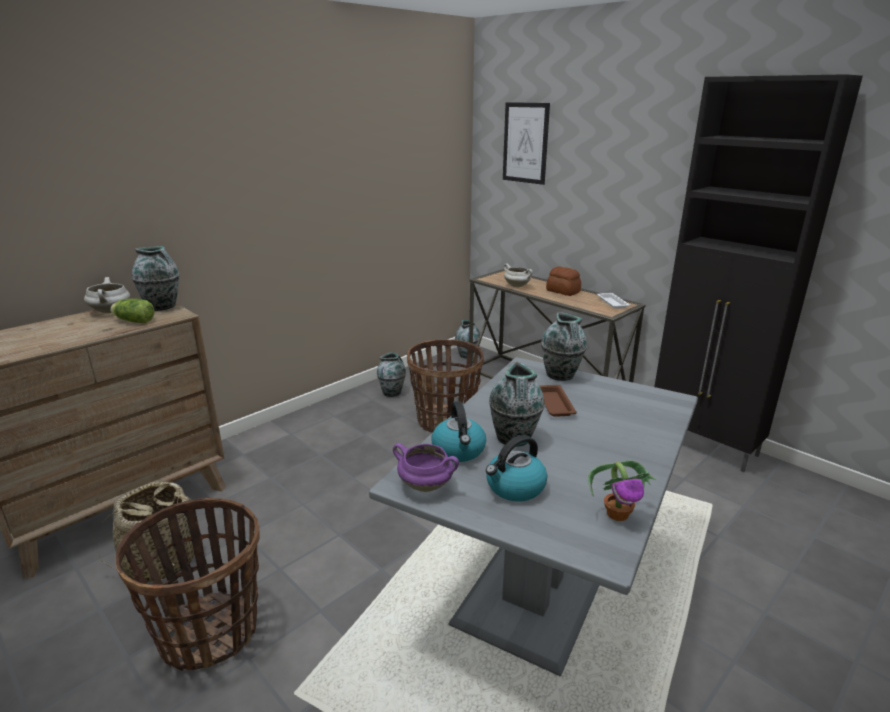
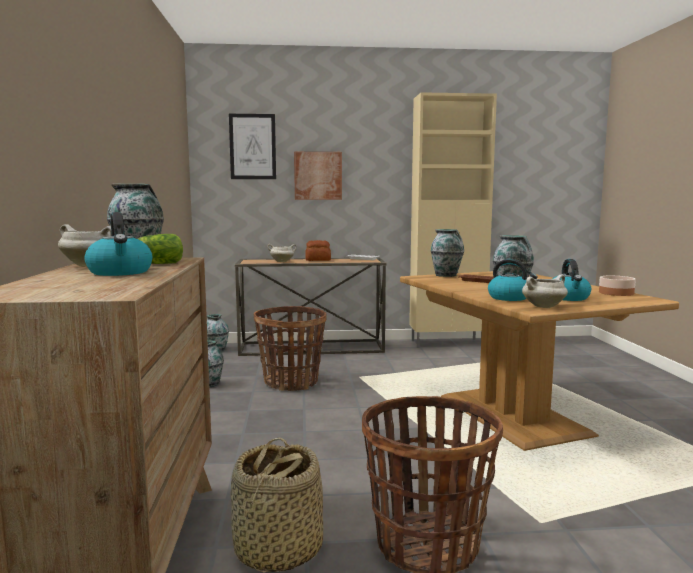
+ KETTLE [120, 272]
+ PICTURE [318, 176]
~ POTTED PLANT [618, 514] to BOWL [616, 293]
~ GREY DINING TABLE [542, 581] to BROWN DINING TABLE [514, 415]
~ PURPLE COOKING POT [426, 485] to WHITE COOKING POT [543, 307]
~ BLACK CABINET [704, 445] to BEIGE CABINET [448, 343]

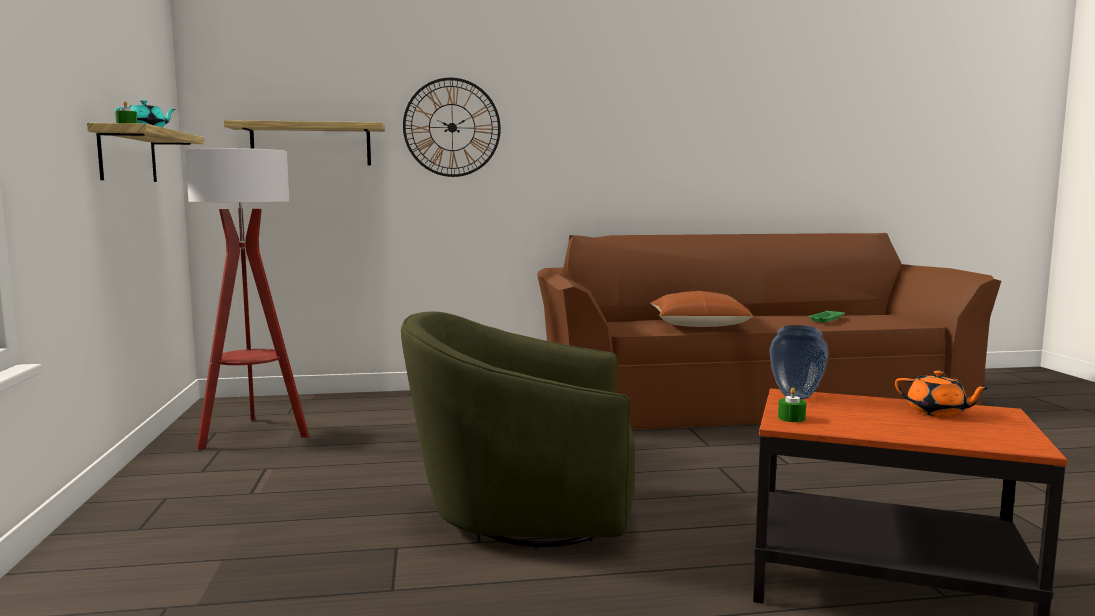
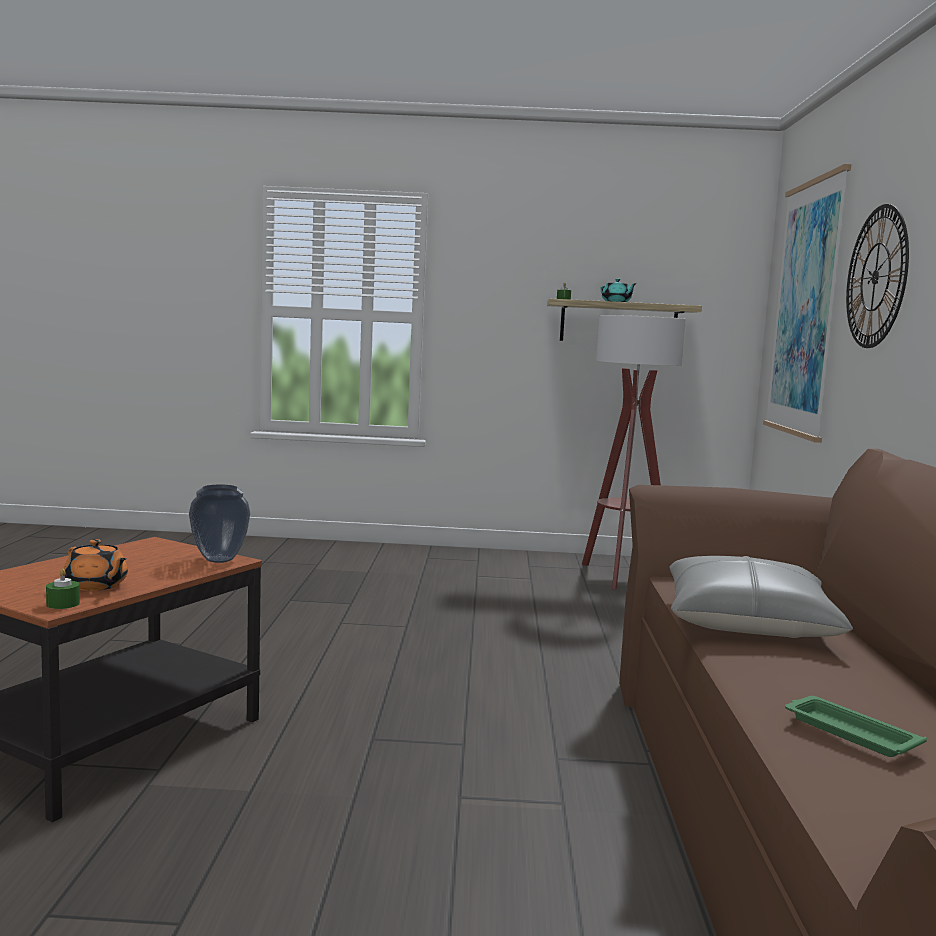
- GREEN ARMCHAIR [524, 515]
~ GREEN CANDLE [791, 418] to [63, 604]
~ SHELF [311, 144] to PICTURE [805, 309]
~ BROWN PILLOW [698, 324] to GREY PILLOW [748, 622]
~ ORANGE TEAPOT [937, 412] = [96, 586] 105 degrees counterclockwise

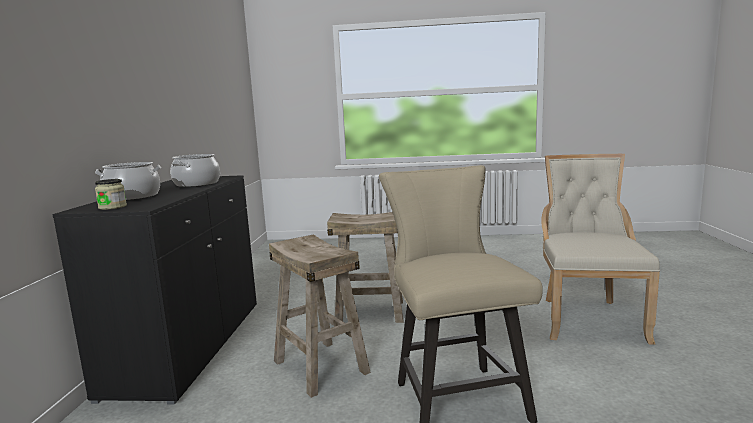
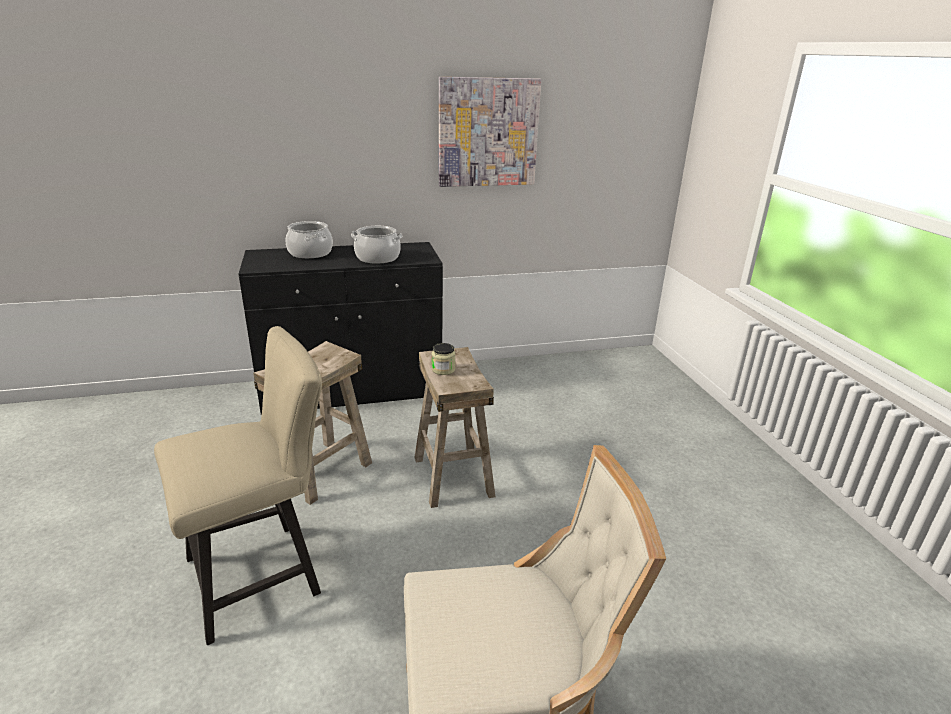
+ PICTURE [488, 133]
~ JAR [112, 207] to [443, 369]

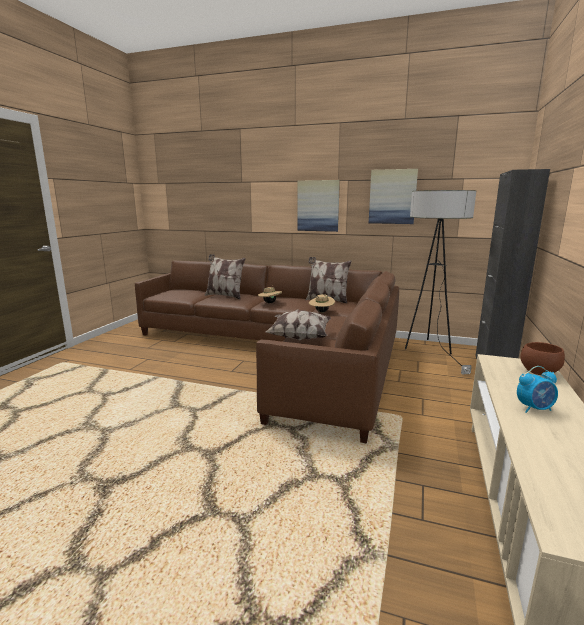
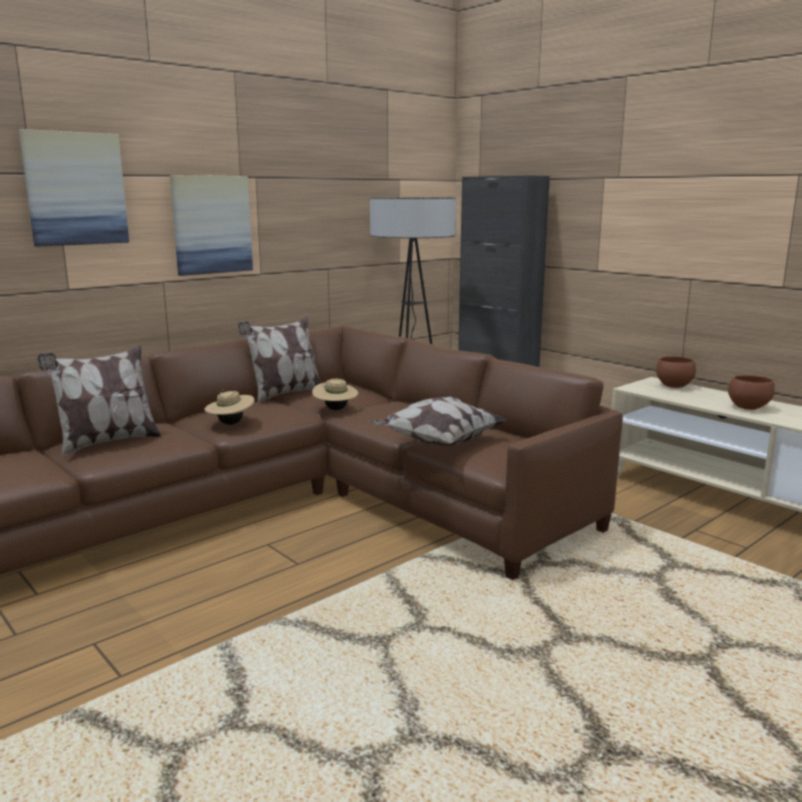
~ PICTURE [392, 196] to [75, 189]
~ ALARM CLOCK [534, 409] to BROWN BOWL [747, 407]

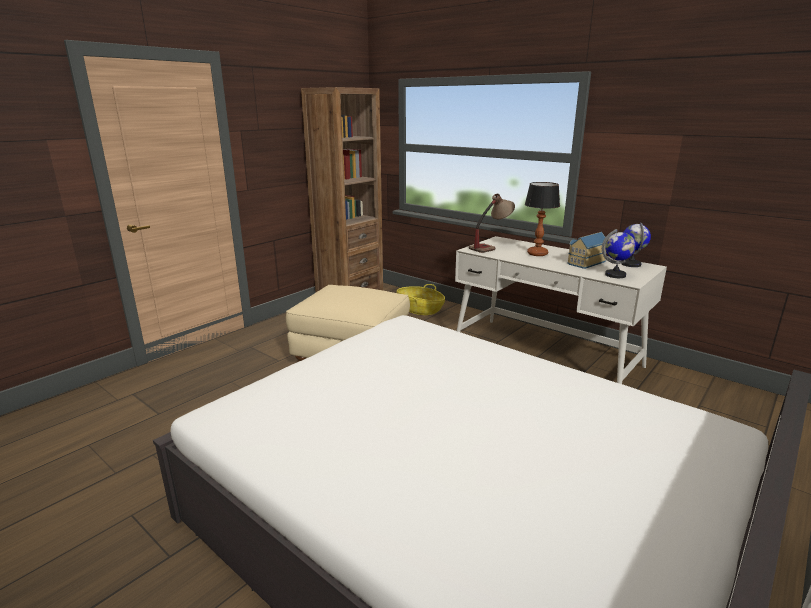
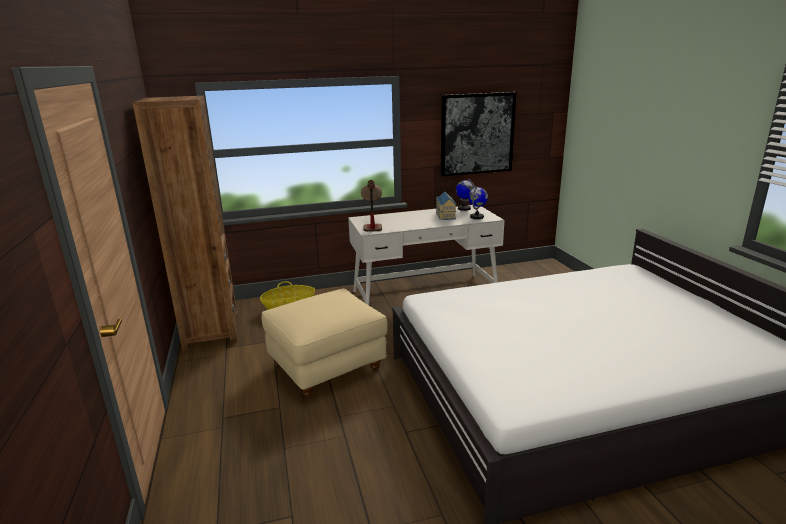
- TABLE LAMP [537, 253]
+ PICTURE [477, 134]

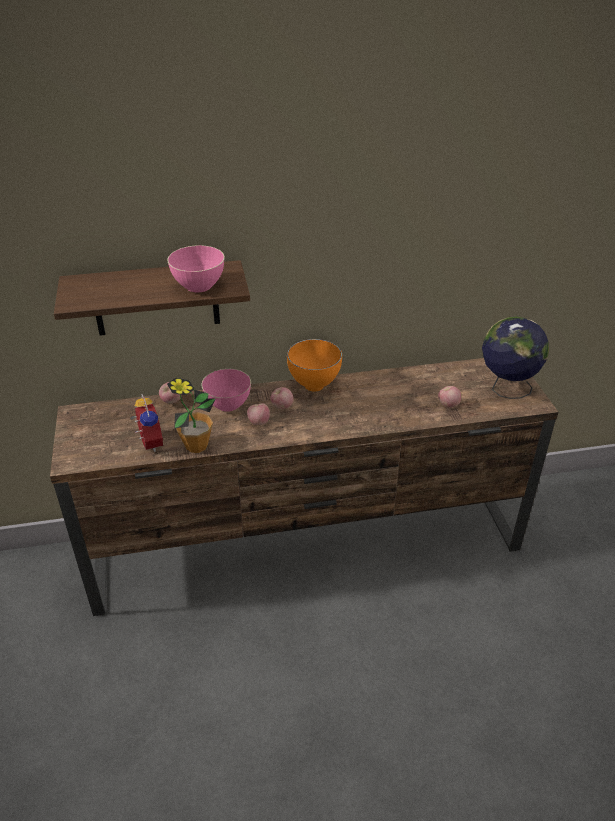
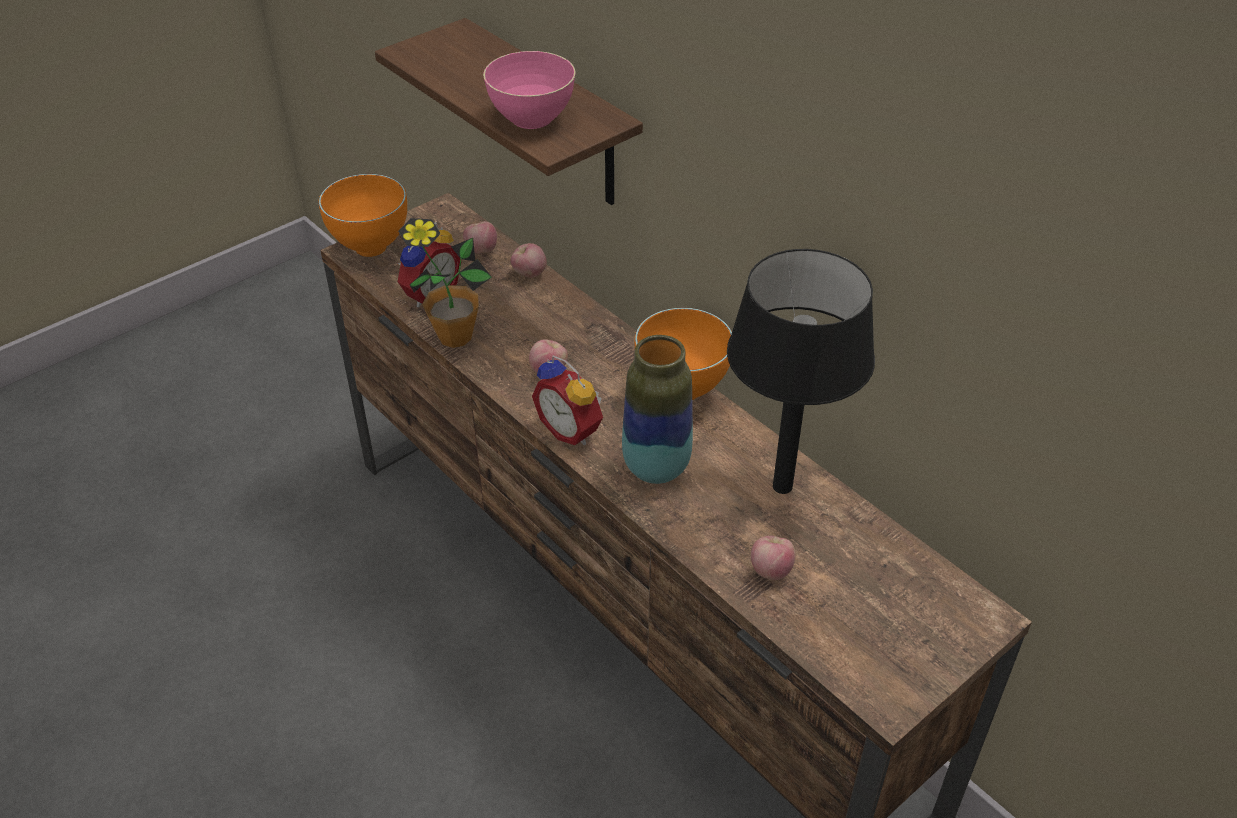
- PINK BOWL [228, 404]
- GLOBE [506, 389]
+ ORANGE BOWL [372, 250]
+ ALARM CLOCK [572, 430]
+ VASE [656, 468]
+ BLACK TABLE LAMP [782, 487]
~ APPLE [282, 407] to [481, 250]

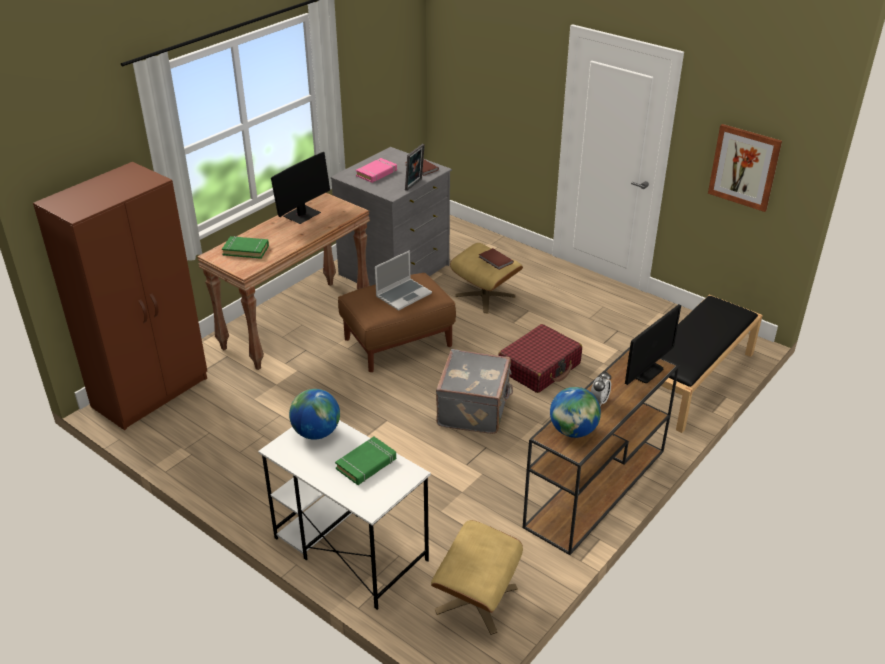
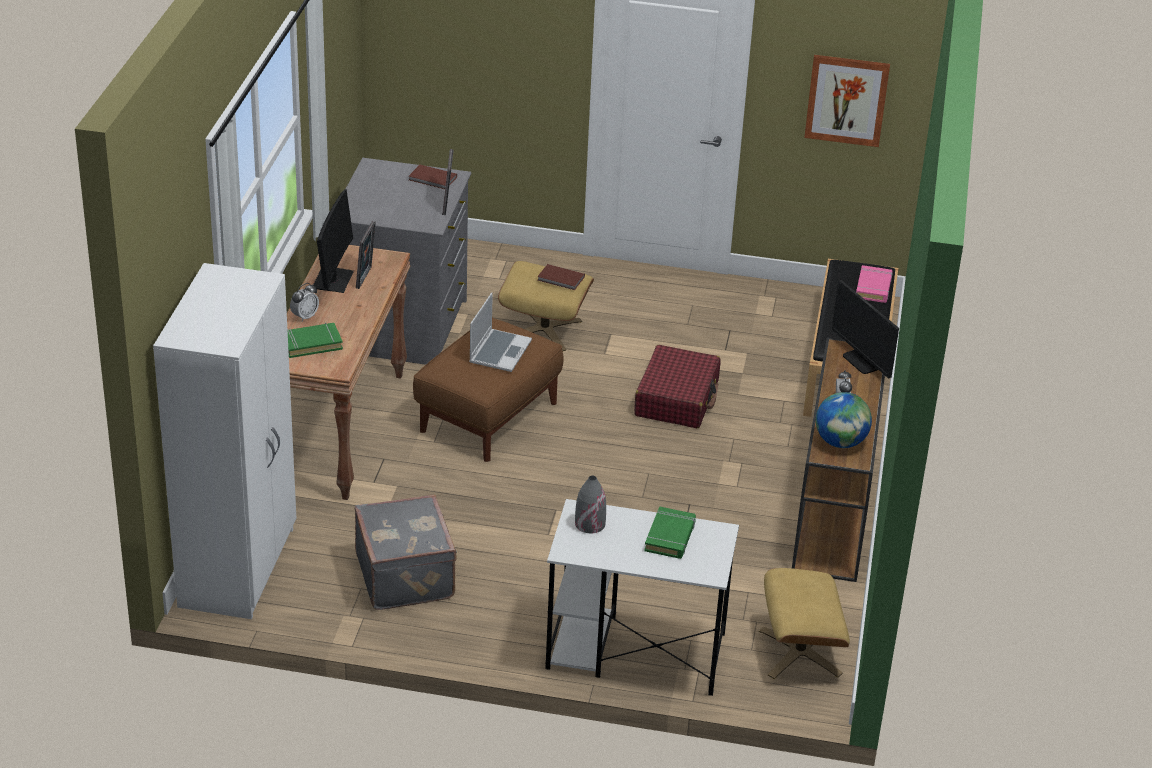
+ ALARM CLOCK [305, 316]
+ PICTURE FRAME [366, 278]
~ PINK BOOK [377, 173] to [873, 288]
~ GREY SUITCASE [475, 409] to [406, 576]
~ GLOBE [316, 433] to GREY VASE [589, 523]
~ BROWN WARDROBE [152, 392] to WHITE WARDROBE [239, 566]
~ MONITOR [646, 371] = [862, 361] 135 degrees clockwise

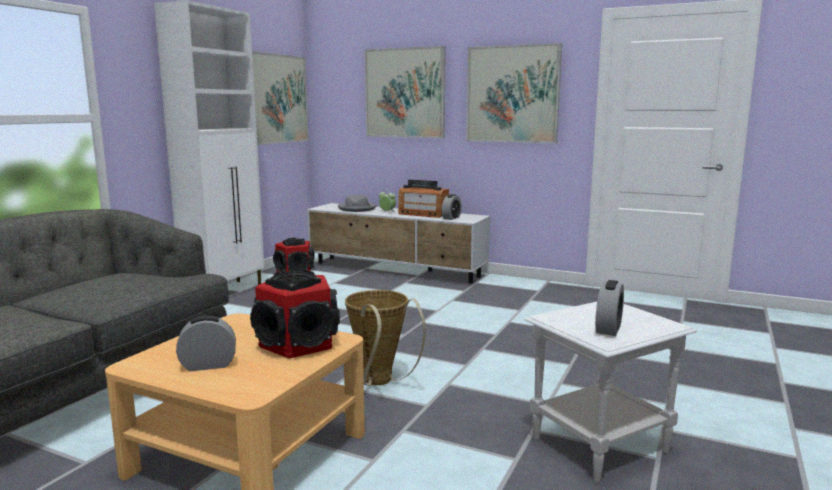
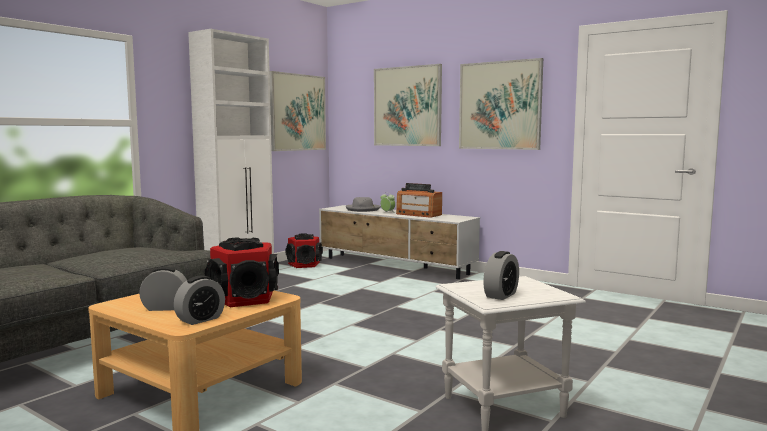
- BASKET [380, 383]
~ ALARM CLOCK [451, 218] to [200, 319]

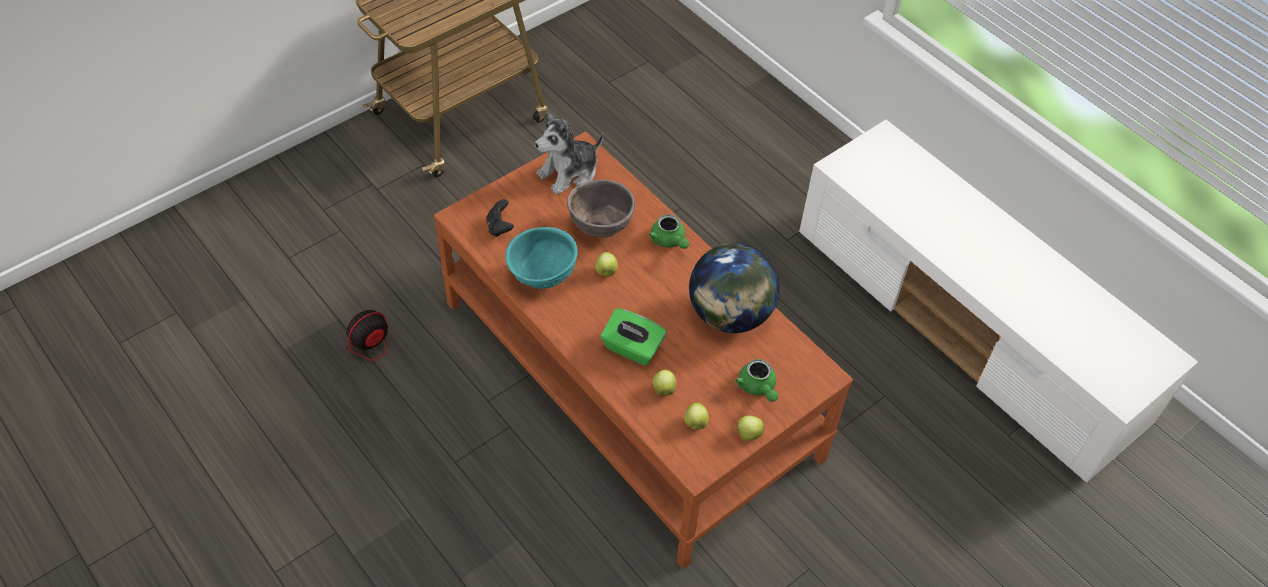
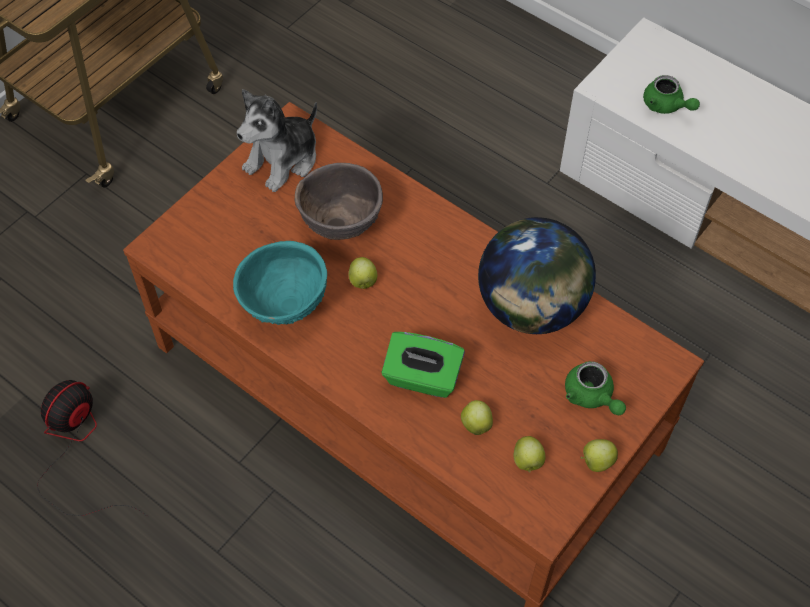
- BLACK GAME CONTROLLER [500, 227]
~ GREEN TEAPOT [669, 241] to [666, 106]

